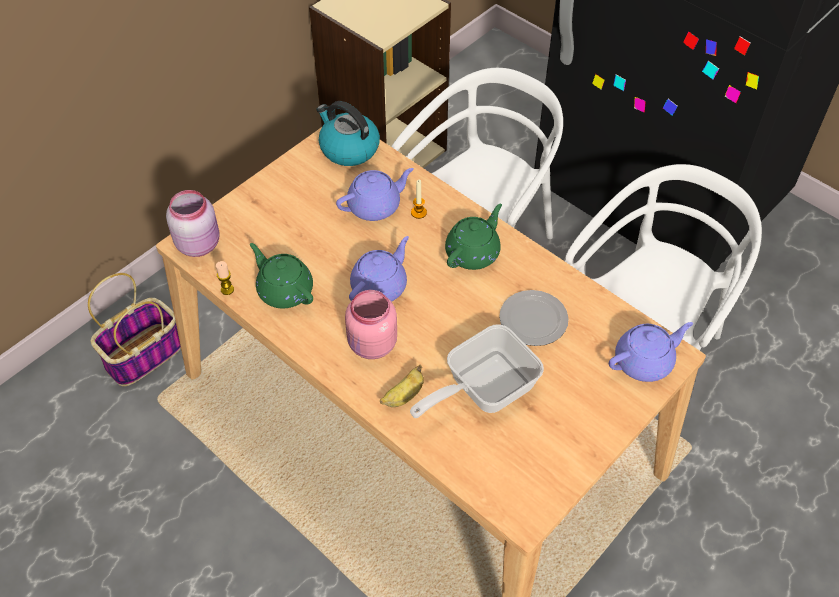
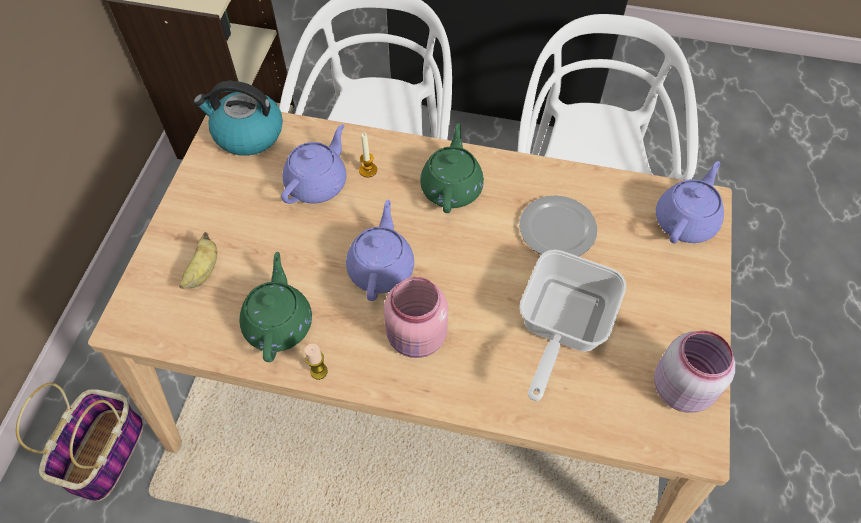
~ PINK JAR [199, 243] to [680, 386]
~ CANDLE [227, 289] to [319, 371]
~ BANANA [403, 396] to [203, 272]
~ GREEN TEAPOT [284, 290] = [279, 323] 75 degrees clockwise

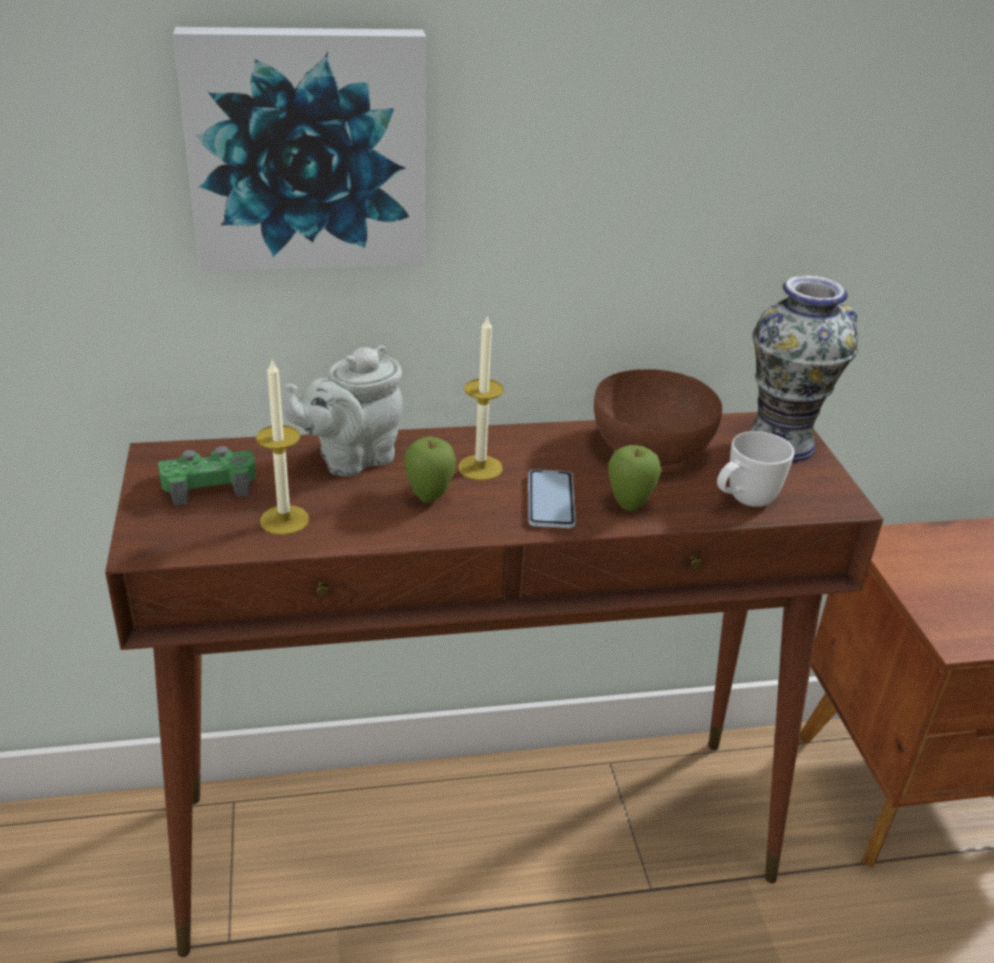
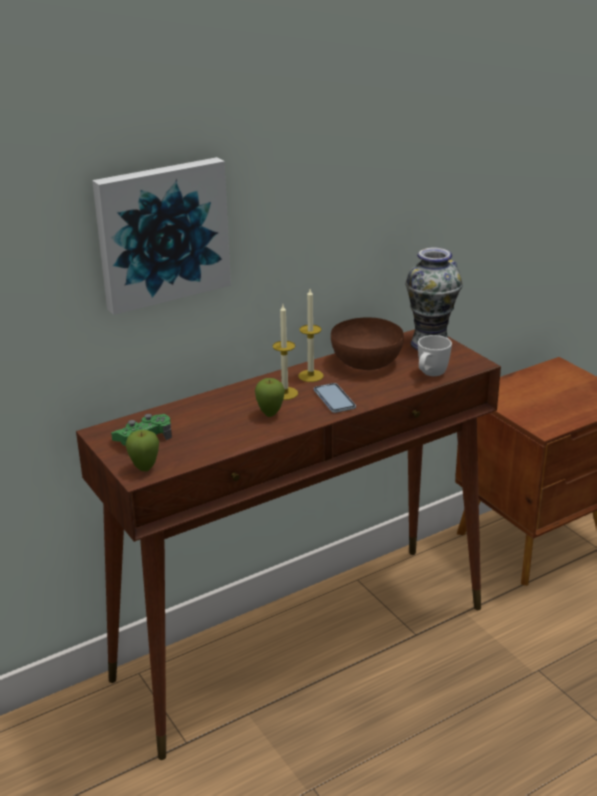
- GREY TEAPOT [351, 458]
~ CANDLE [284, 520] to [310, 376]
~ APPLE [629, 505] to [144, 468]

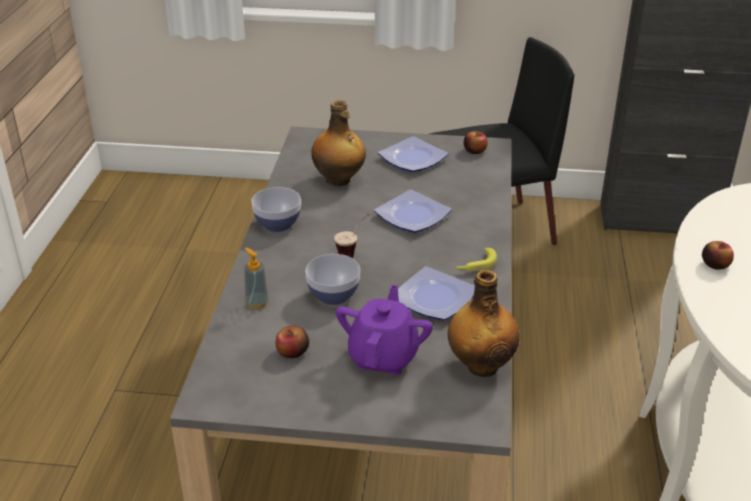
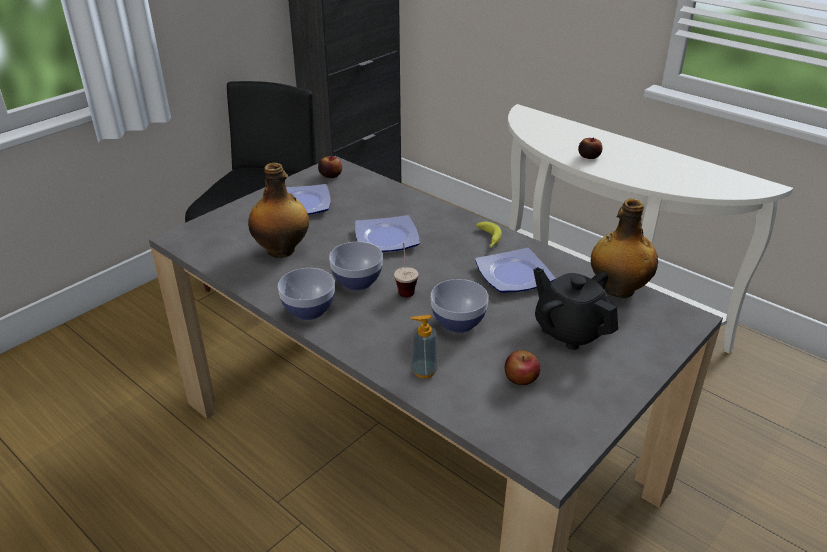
+ BOWL [357, 282]
~ PURPLE TEAPOT [383, 357] to BLACK TEAPOT [569, 330]

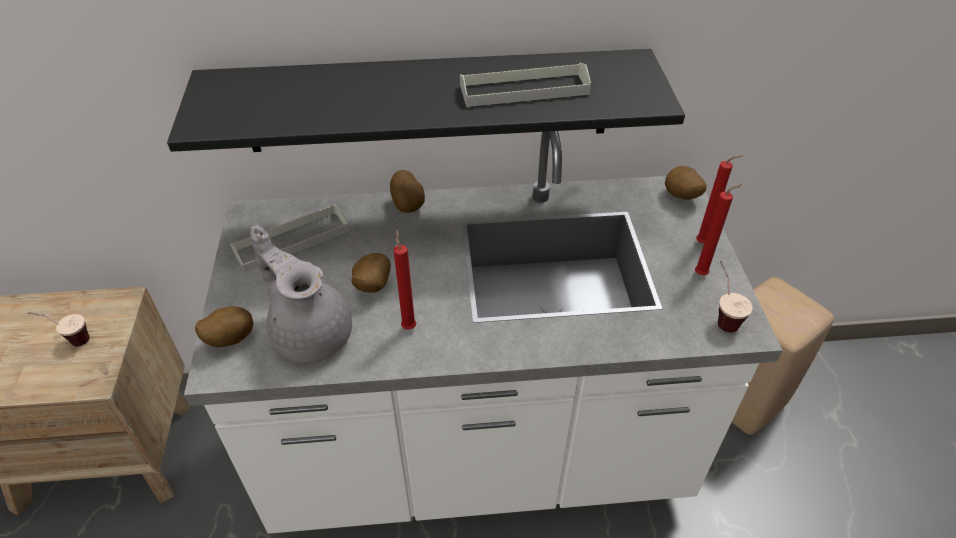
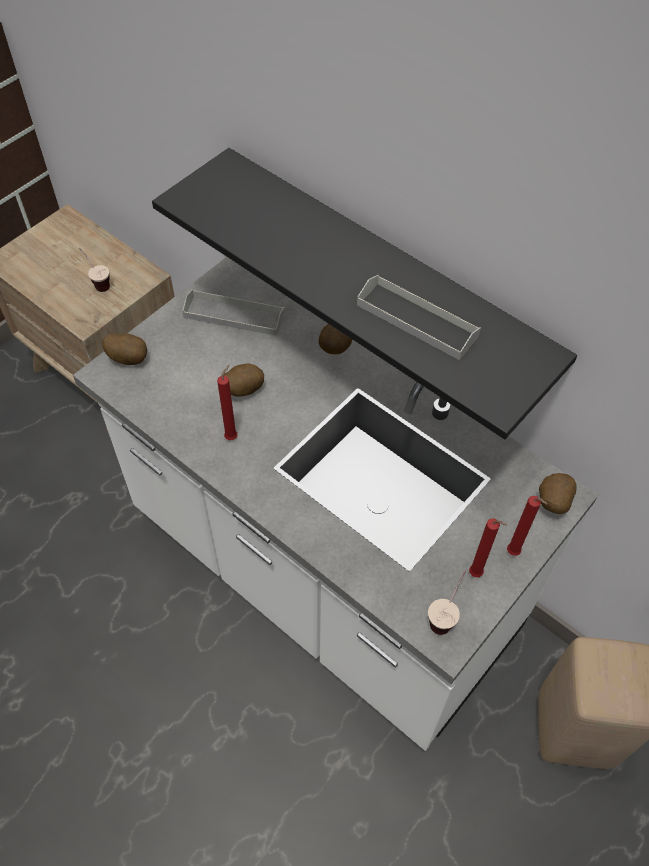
- GREY TEAPOT [311, 332]

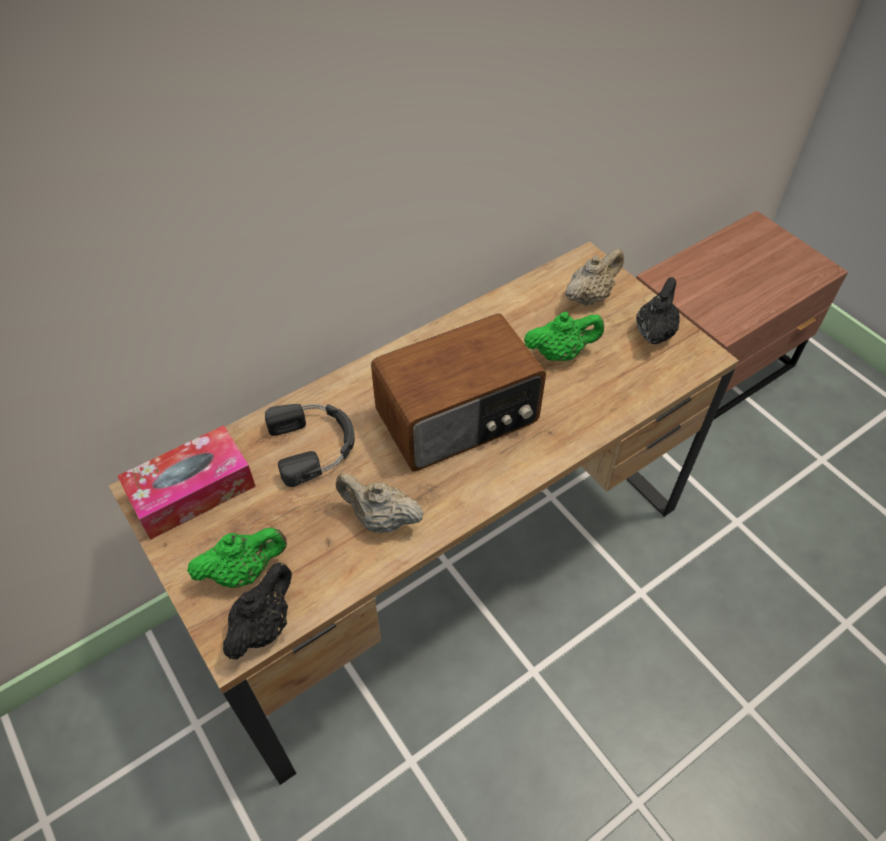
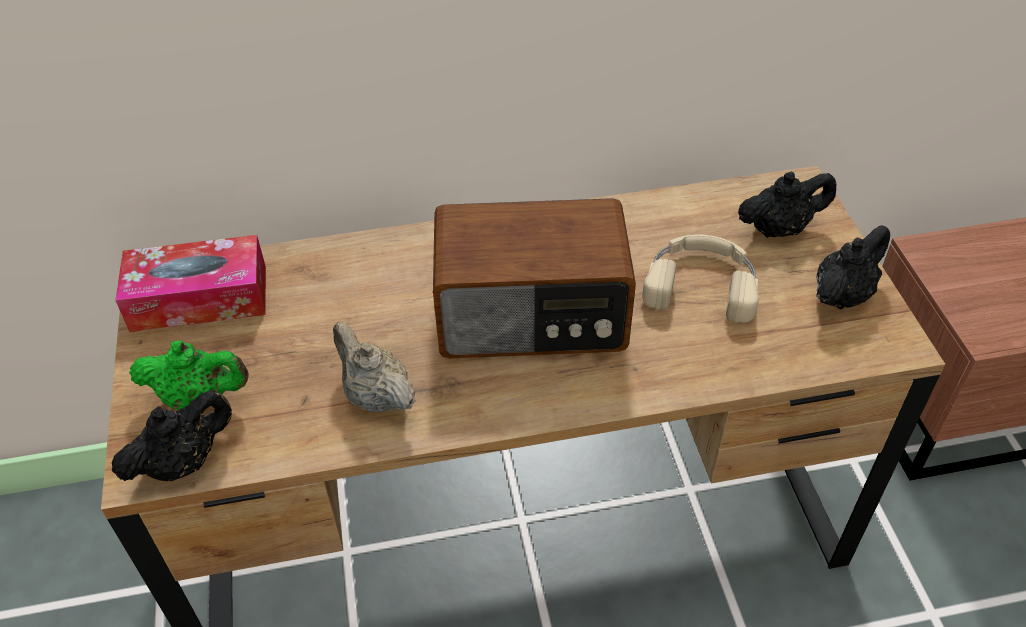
- BLACK HEADPHONES [314, 445]
~ GREEN TEAPOT [560, 353] to BEIGE HEADPHONES [701, 283]
~ BEIGE TEAPOT [590, 297] to BLACK TEAPOT [779, 229]

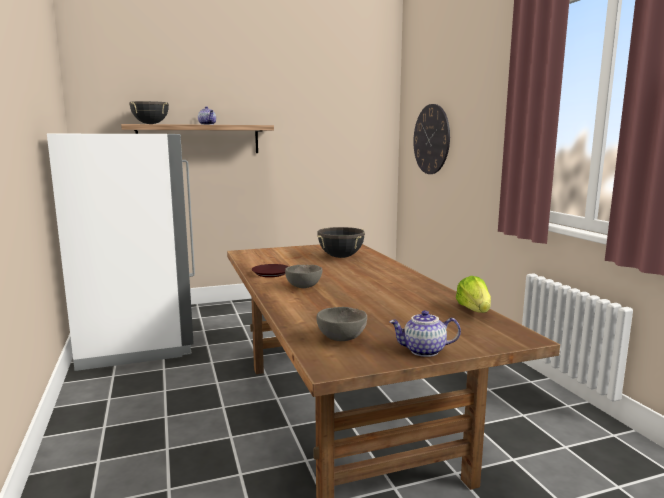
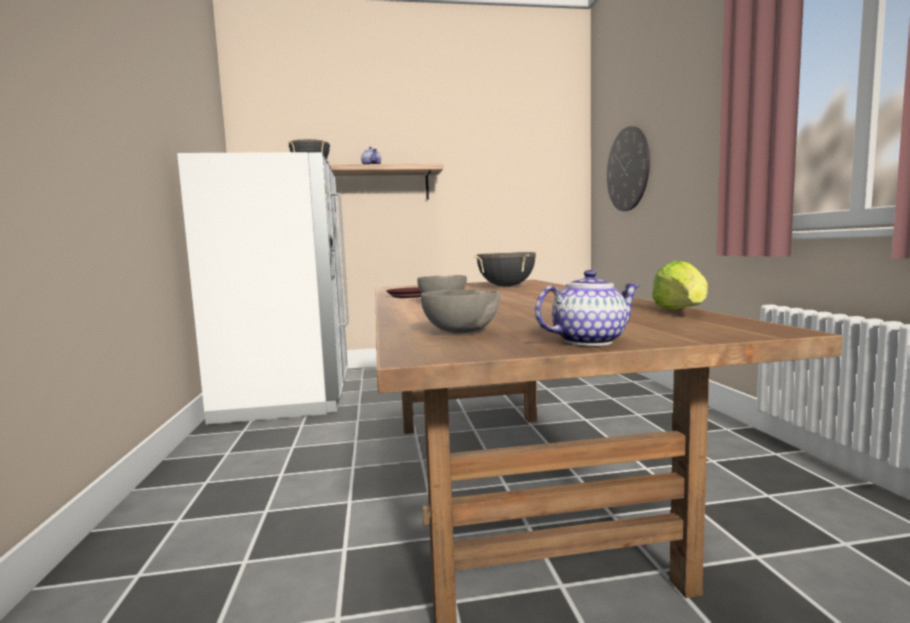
~ TEAPOT [423, 351] = [588, 341] 150 degrees clockwise

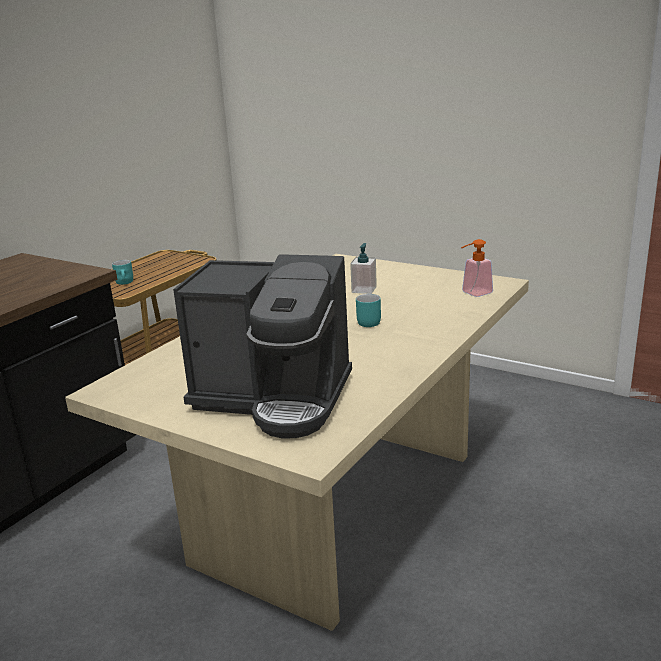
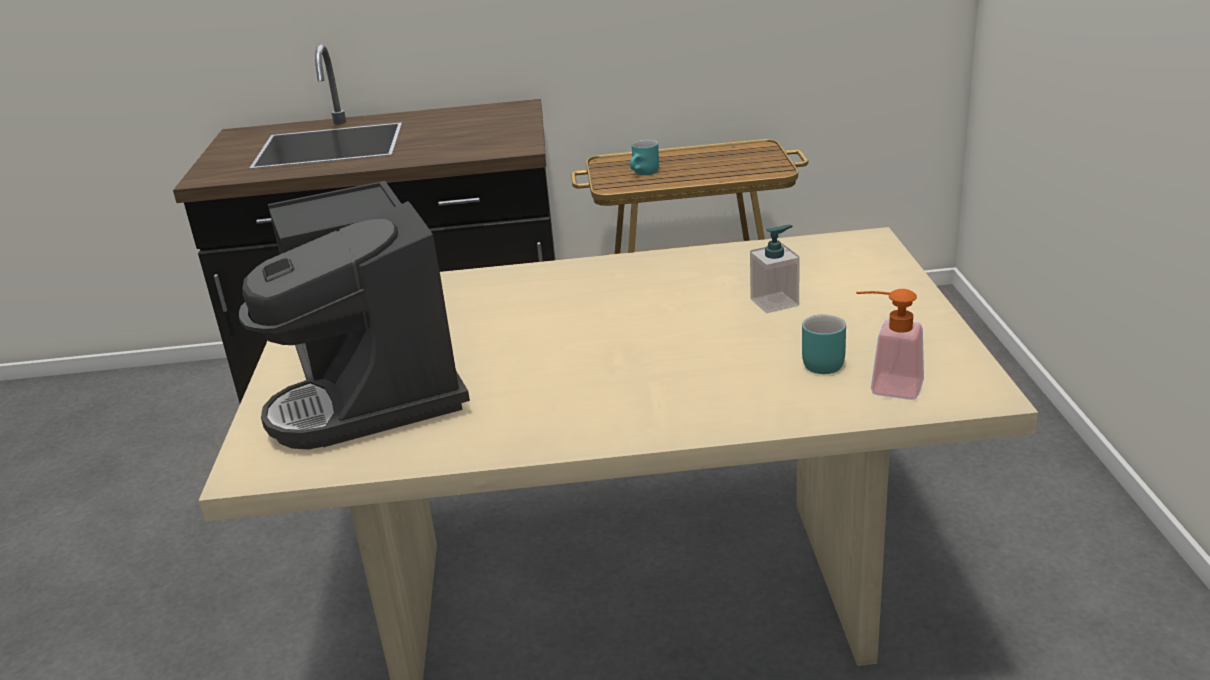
~ TURQUOISE MUG [365, 322] to [822, 361]

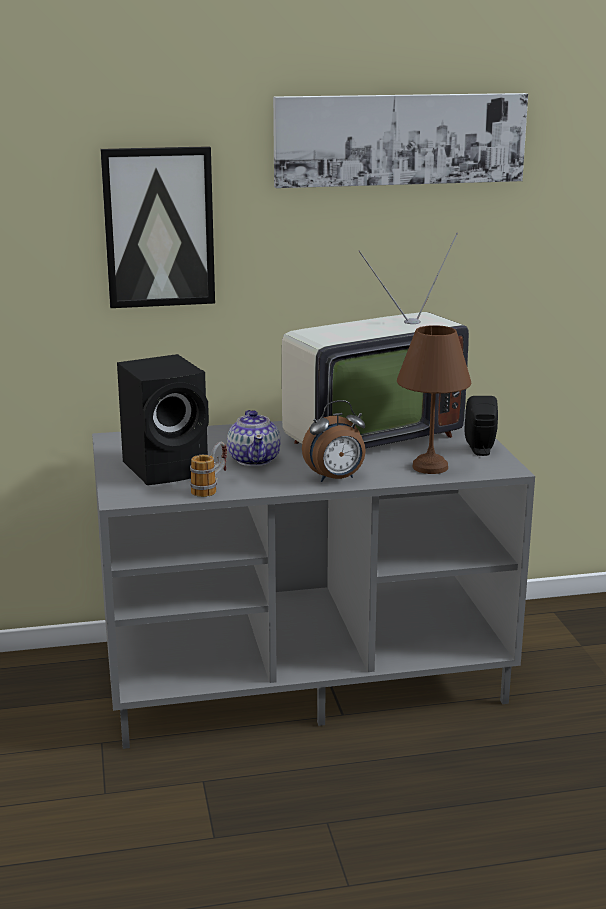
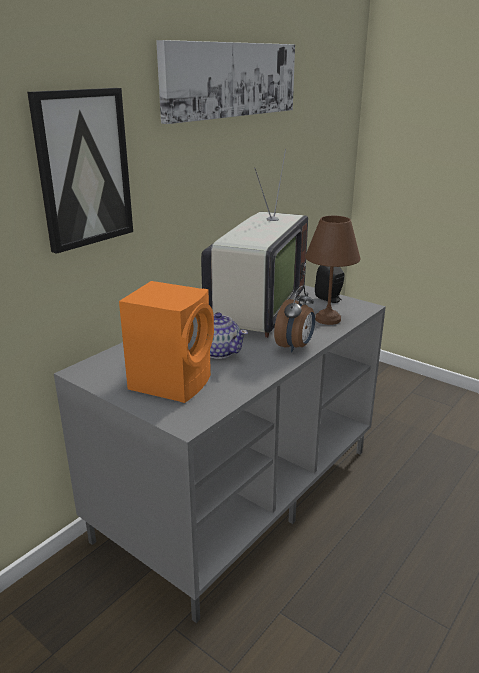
- MUG [211, 488]
~ BLACK SPEAKER [168, 468] to ORANGE SPEAKER [172, 381]

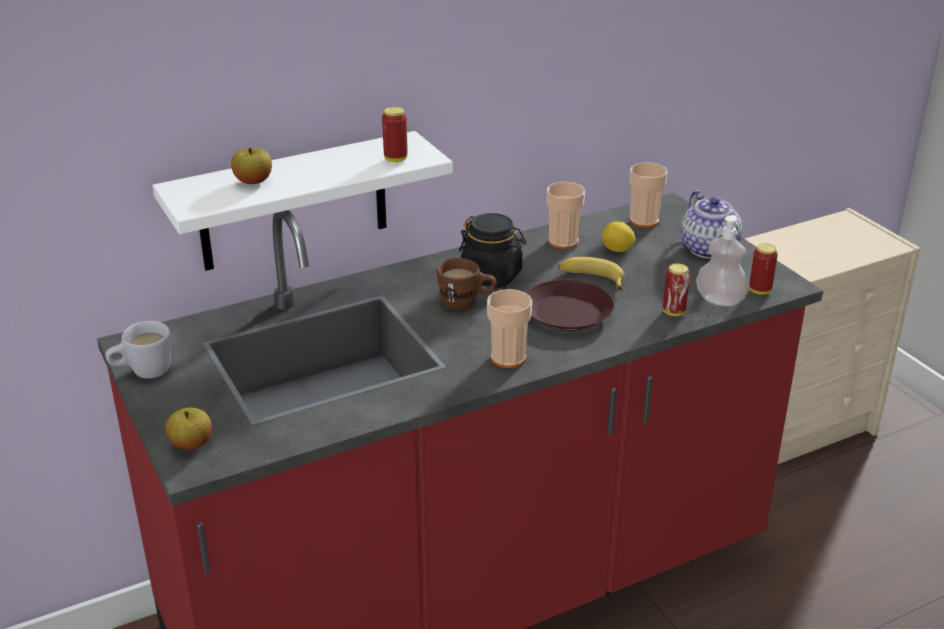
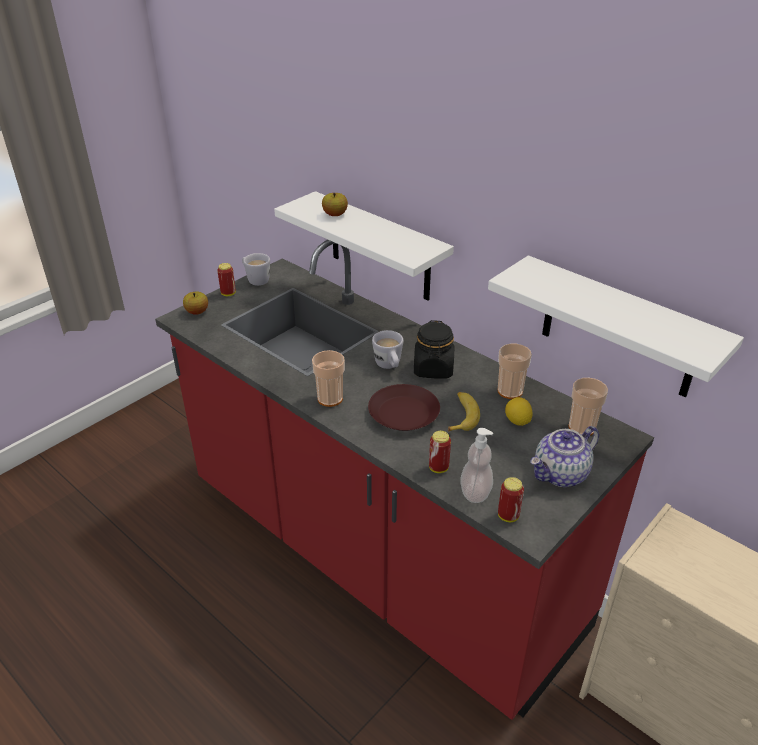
+ WHITE SHELF [618, 328]
~ CAN [395, 159] to [228, 294]
~ BROWN MUG [466, 303] to WHITE MUG [389, 366]

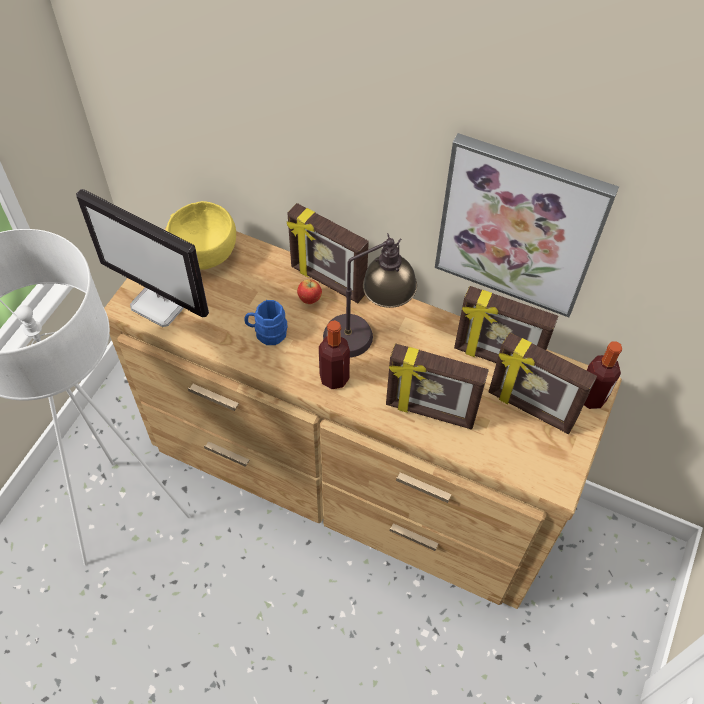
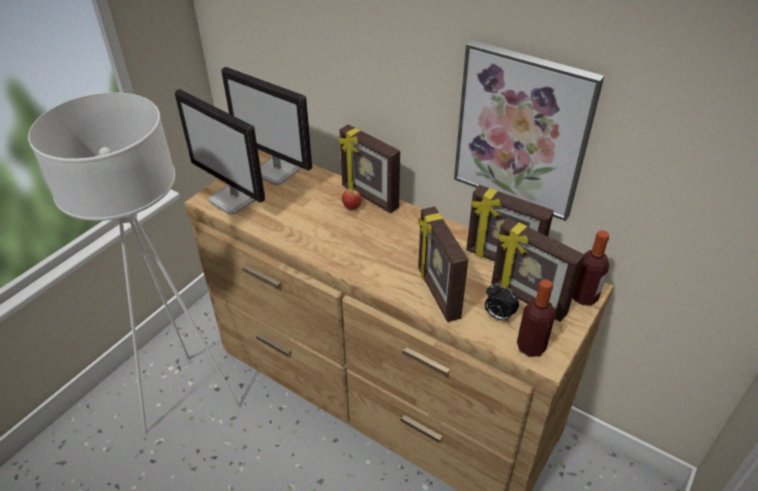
- BLUE MUG [267, 333]
- TABLE LAMP [367, 333]
+ ALARM CLOCK [498, 316]
~ BOTTLE [334, 378] to [531, 347]
~ YELLOW BOWL [205, 252] to MONITOR [277, 171]
~ PICTURE FRAME [430, 412] = [437, 293] 45 degrees clockwise

